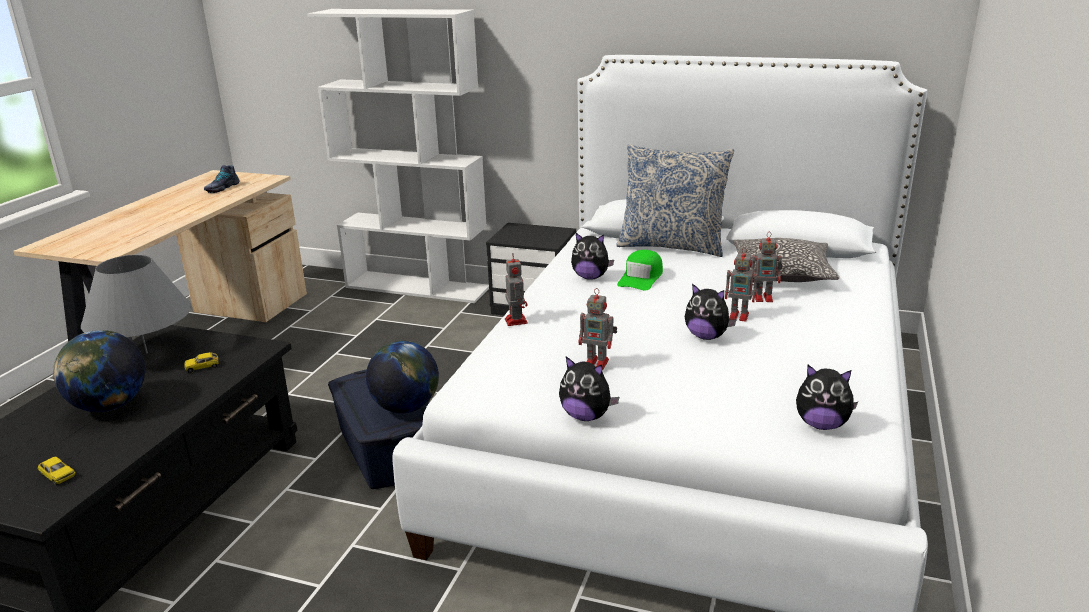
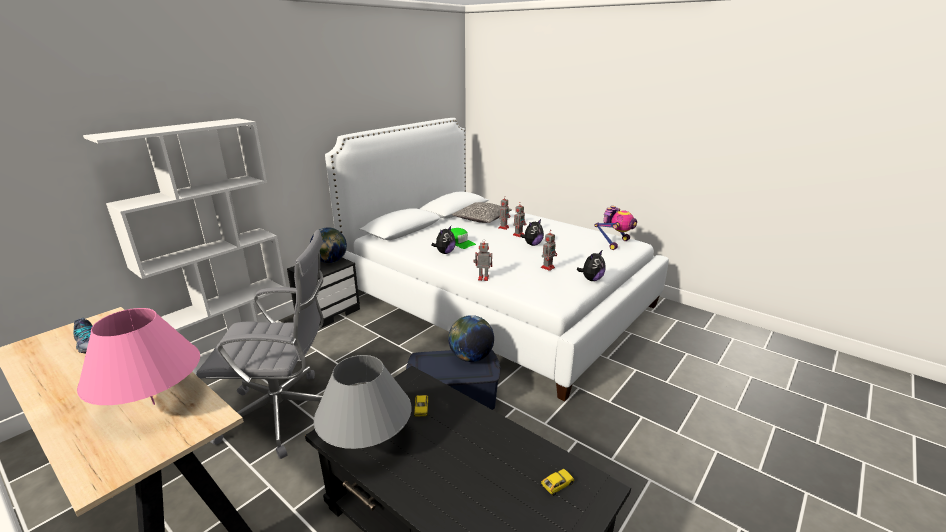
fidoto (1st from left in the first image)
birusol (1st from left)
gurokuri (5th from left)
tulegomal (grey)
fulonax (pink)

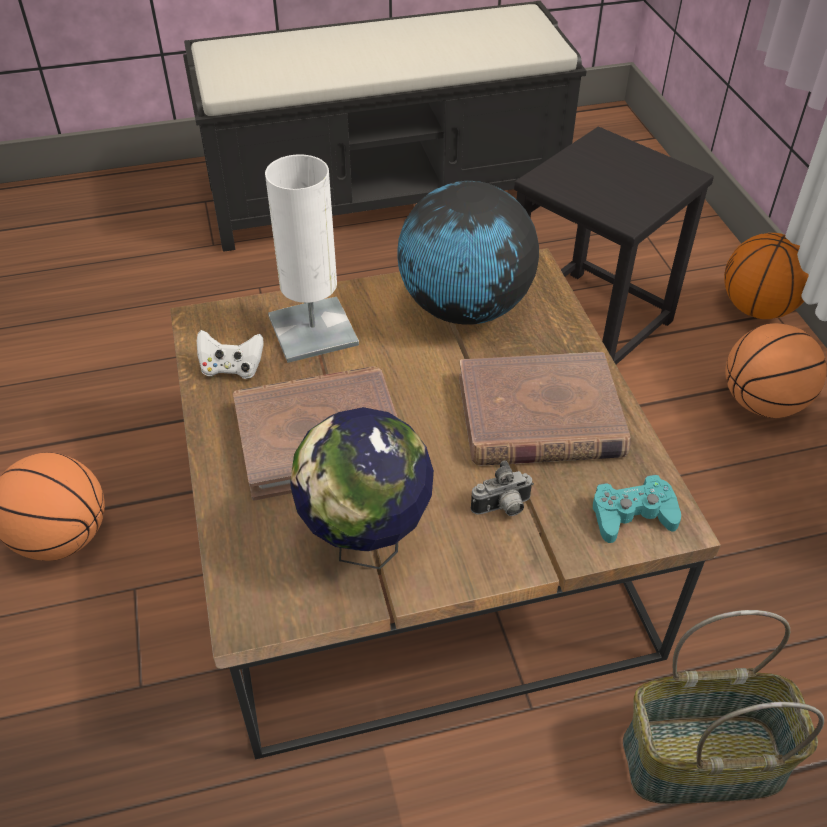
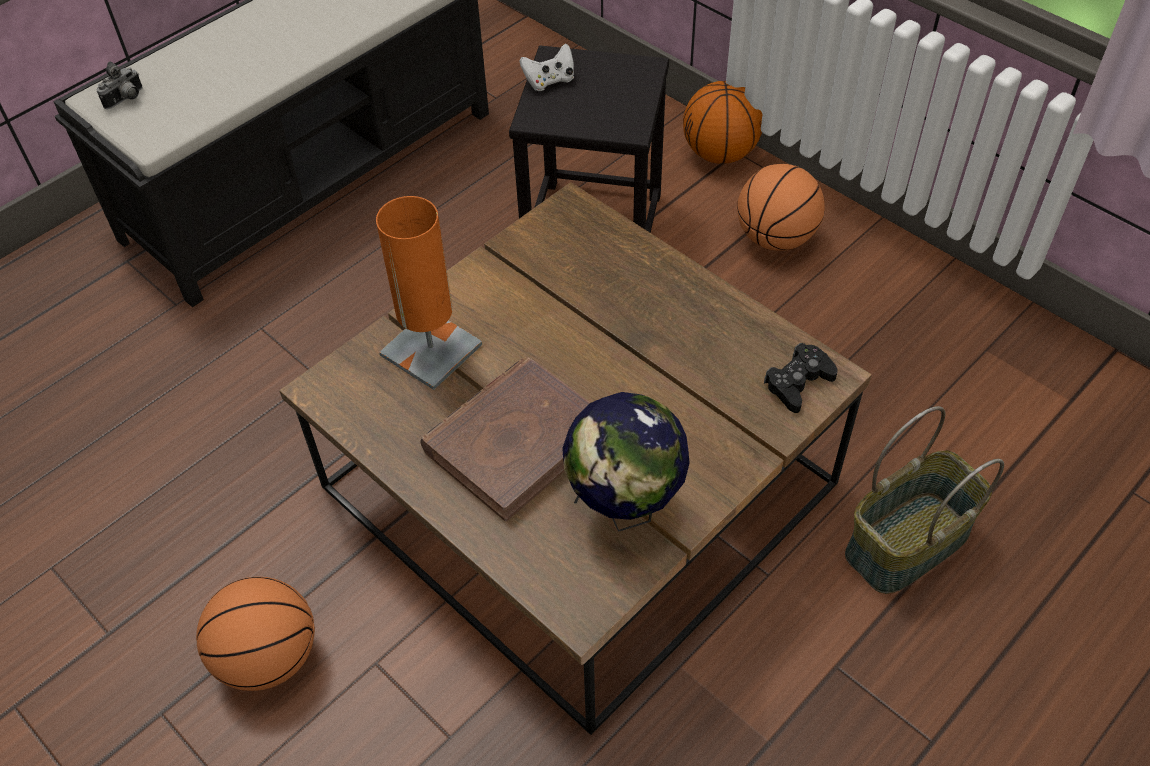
fulonax (orange)
birusol (2nd from left in the first image)
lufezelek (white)
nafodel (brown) (2nd from left in the first image)
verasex
lufezelek (black)

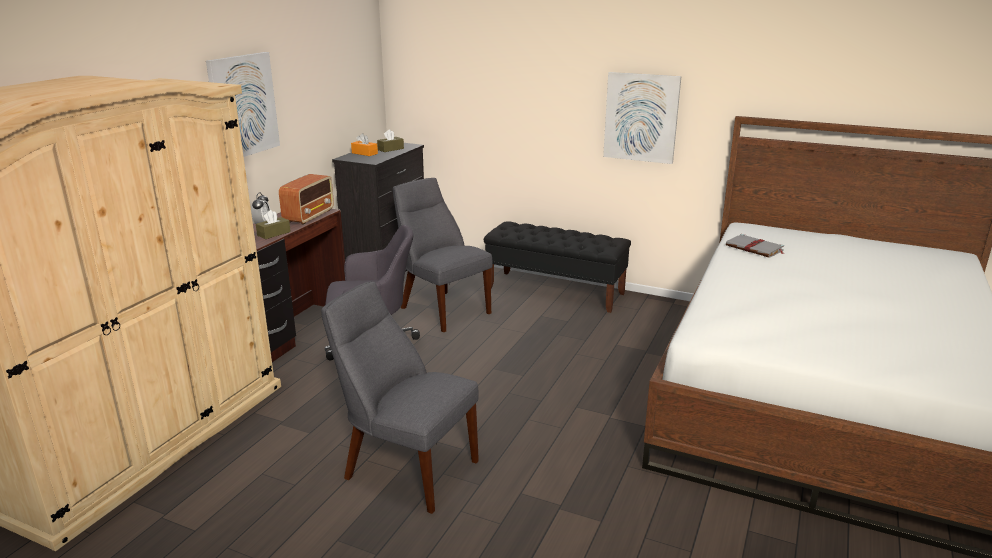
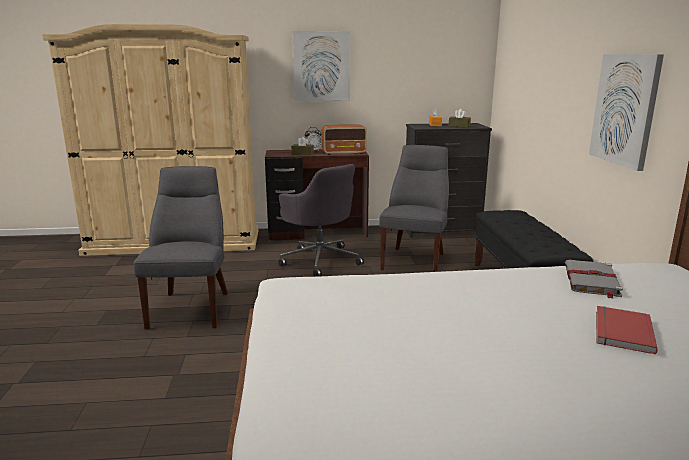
nafodel (red)

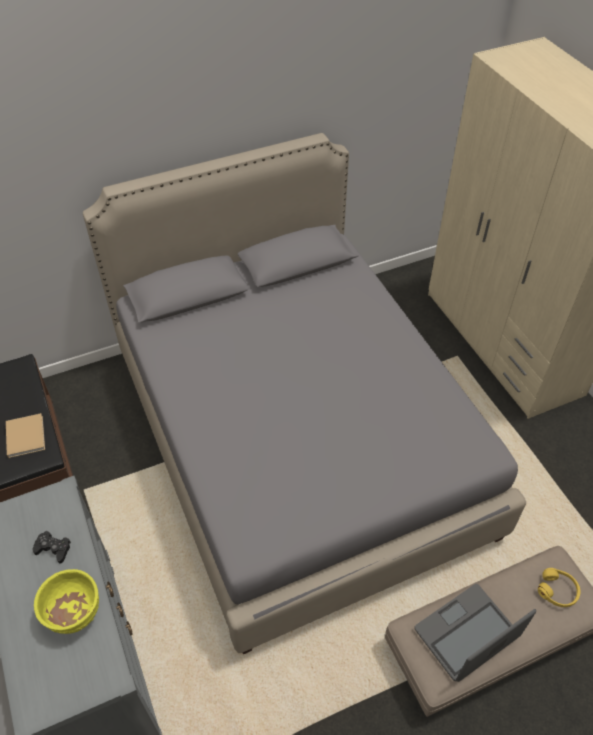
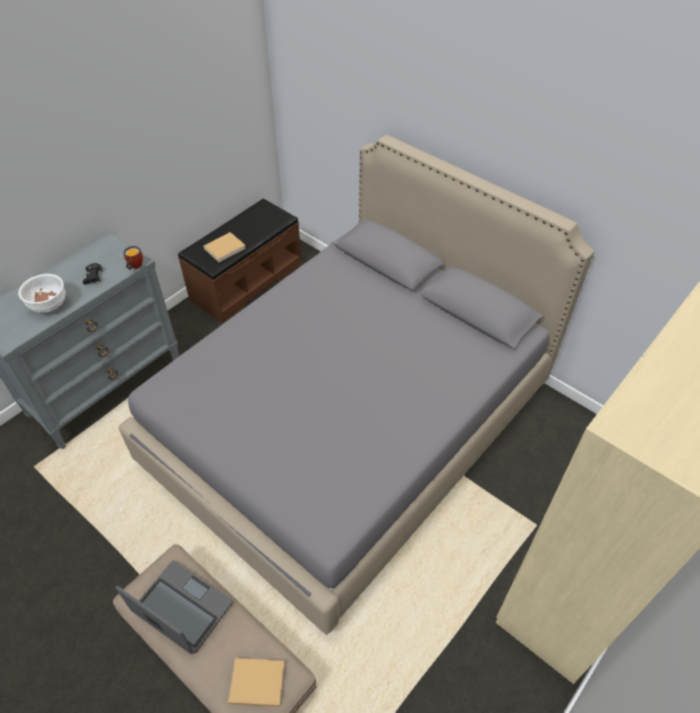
nafodel (beige) (2nd from left)
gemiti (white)
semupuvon

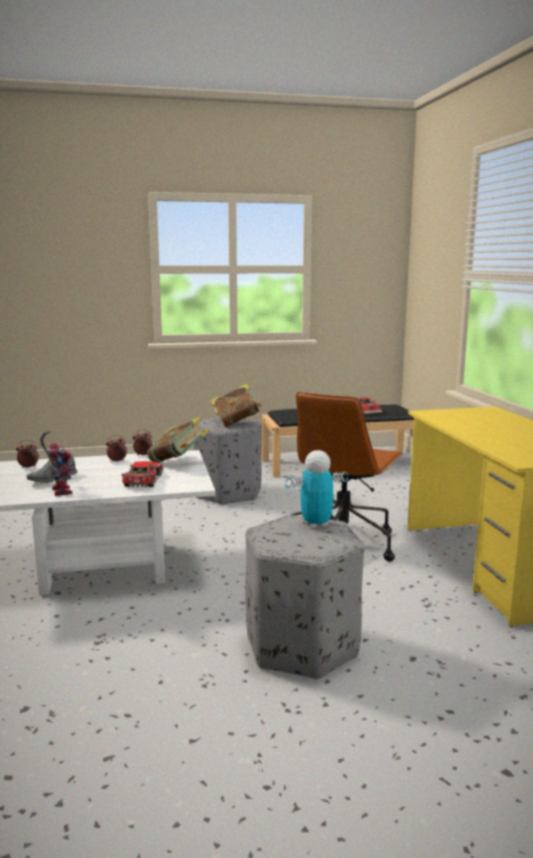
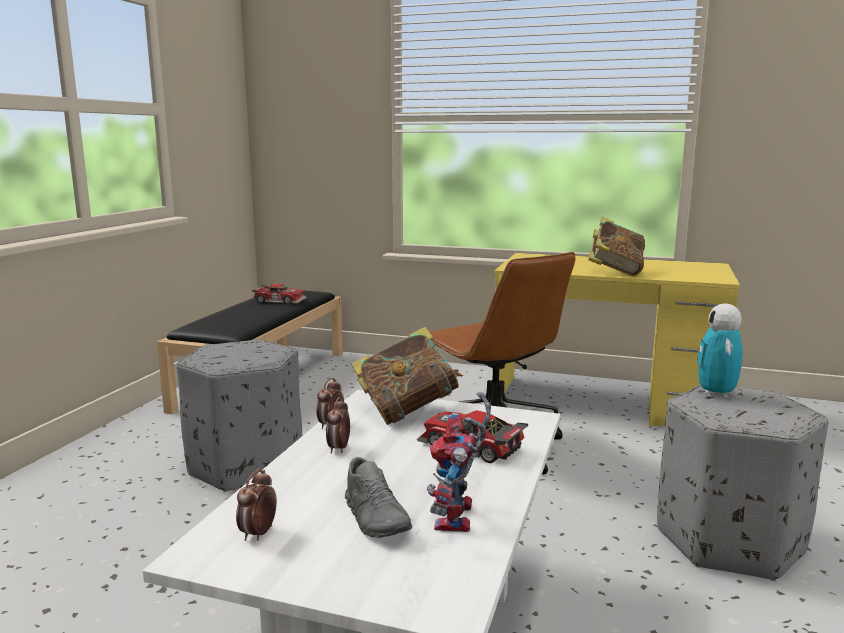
nafodel (2nd from left)
gurokuri (1st from left)

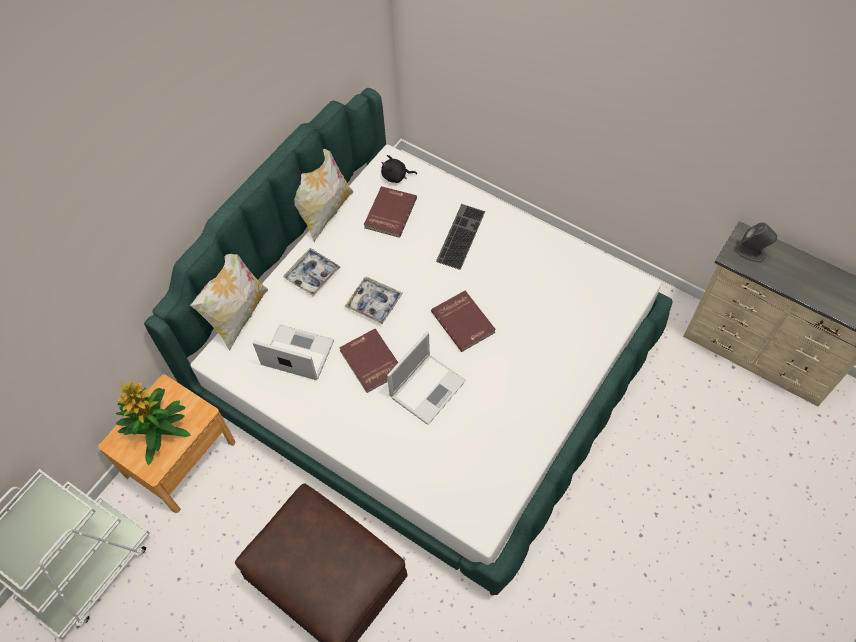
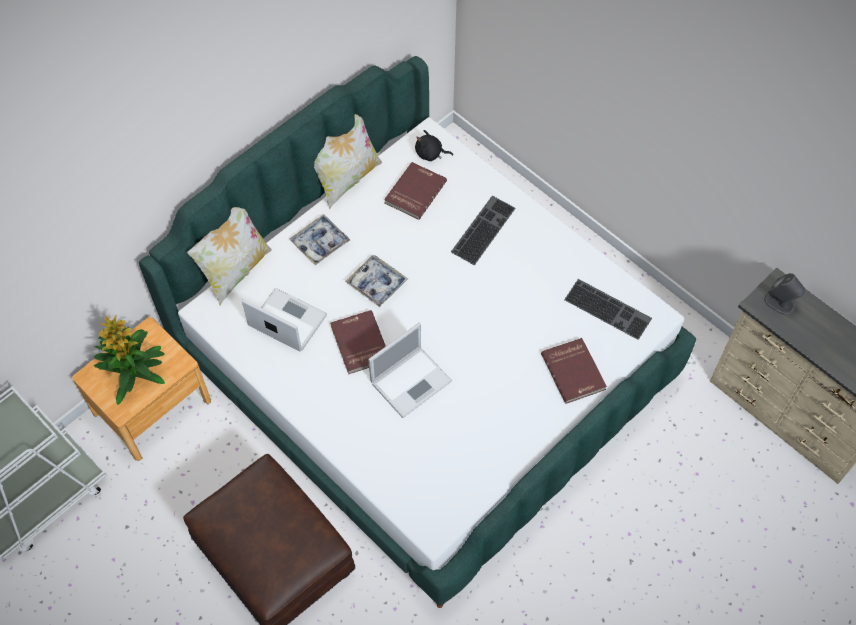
nafodel (red) (3rd from left)
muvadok (2nd from left)

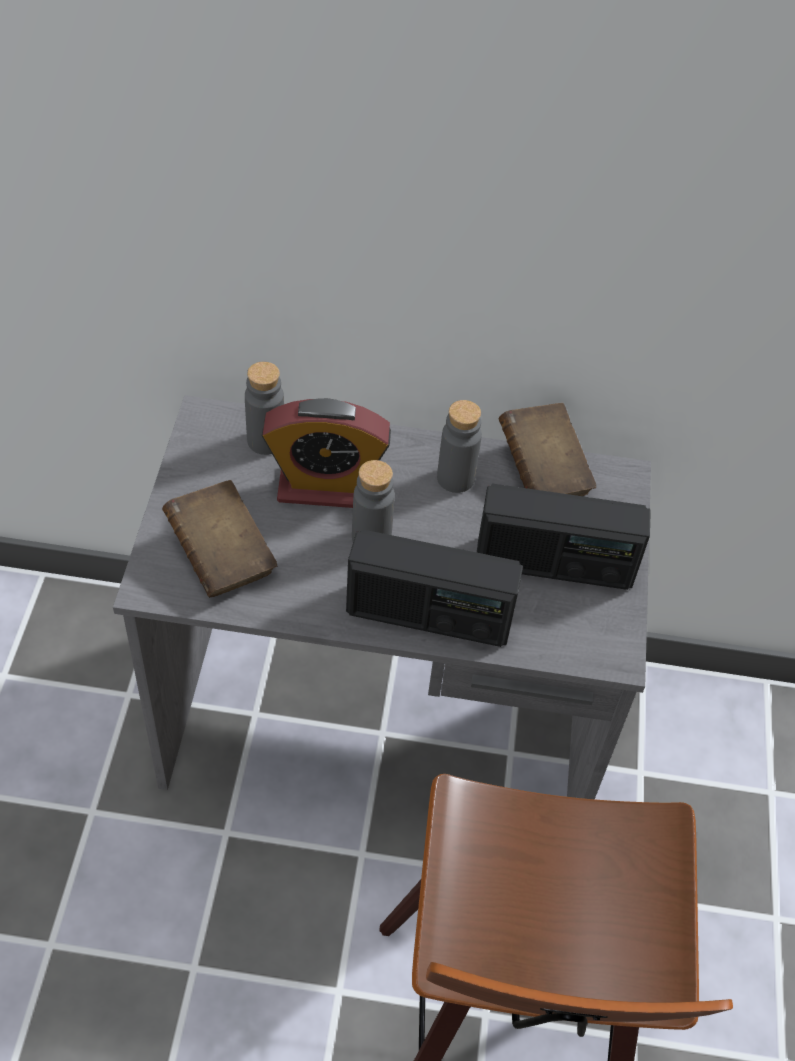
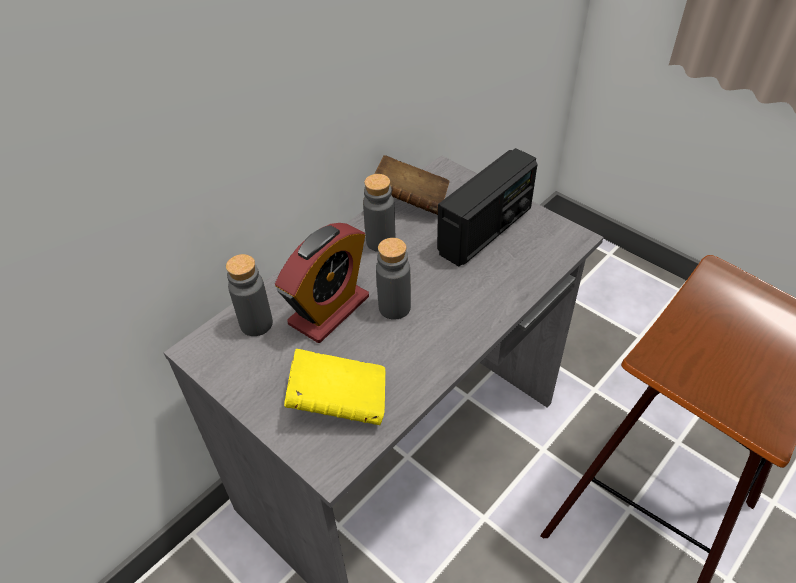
nafodel (yellow)
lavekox (1st from left in the first image)

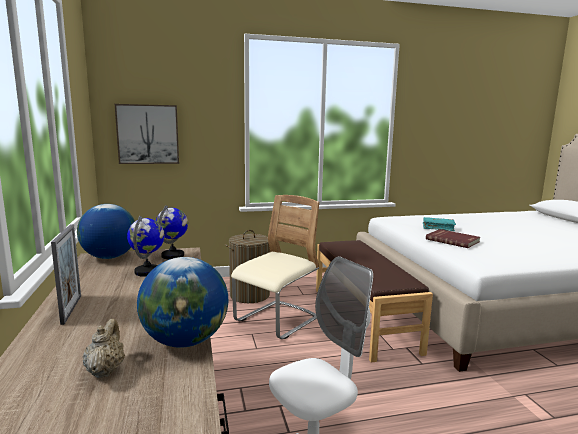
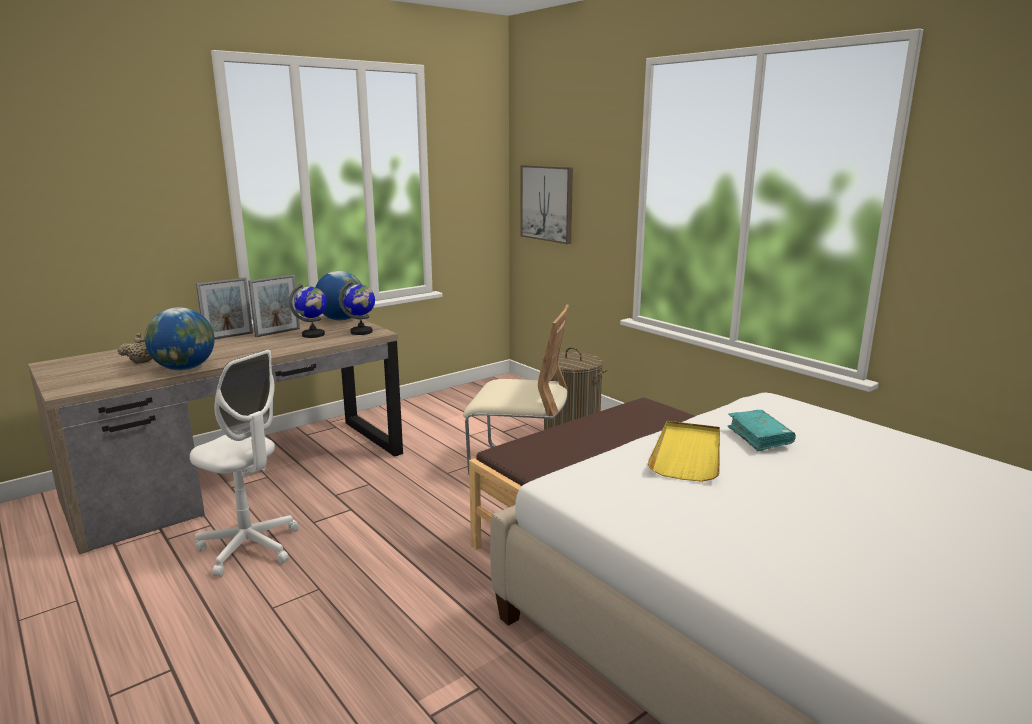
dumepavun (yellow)
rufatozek (2nd from left)

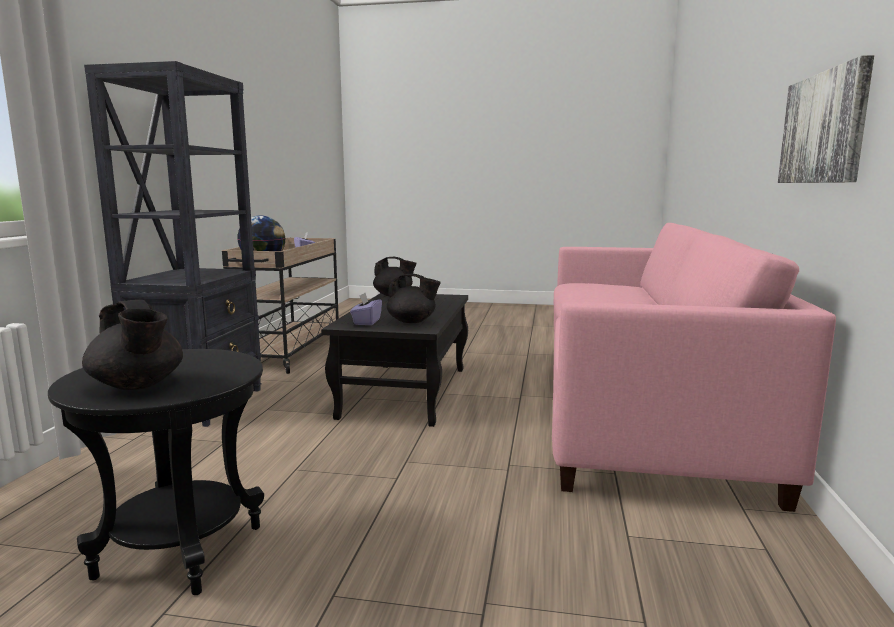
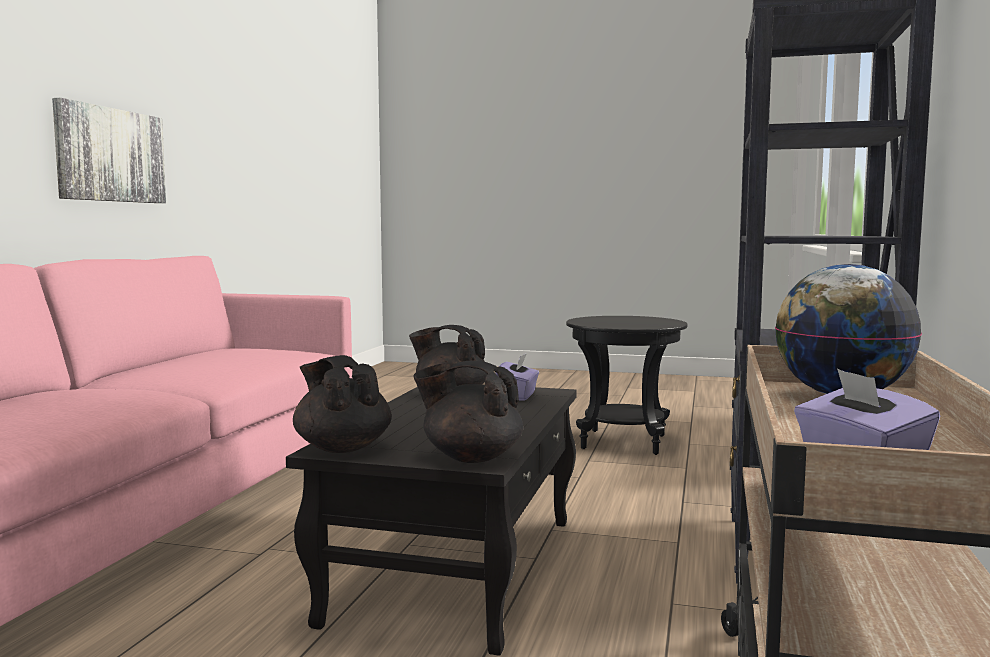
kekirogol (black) (1st from left)

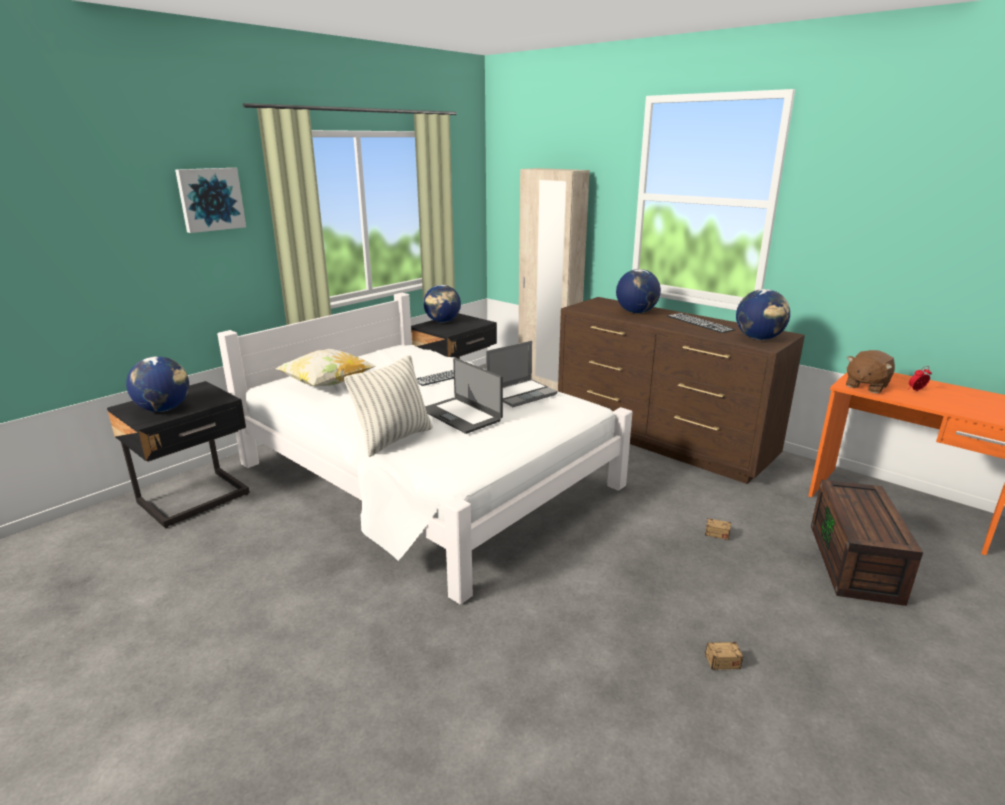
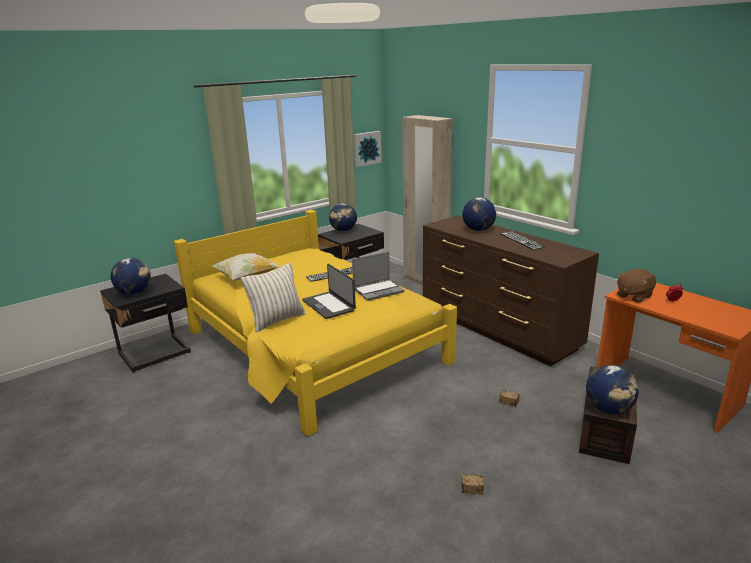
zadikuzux
birusol (4th from left)
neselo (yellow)

